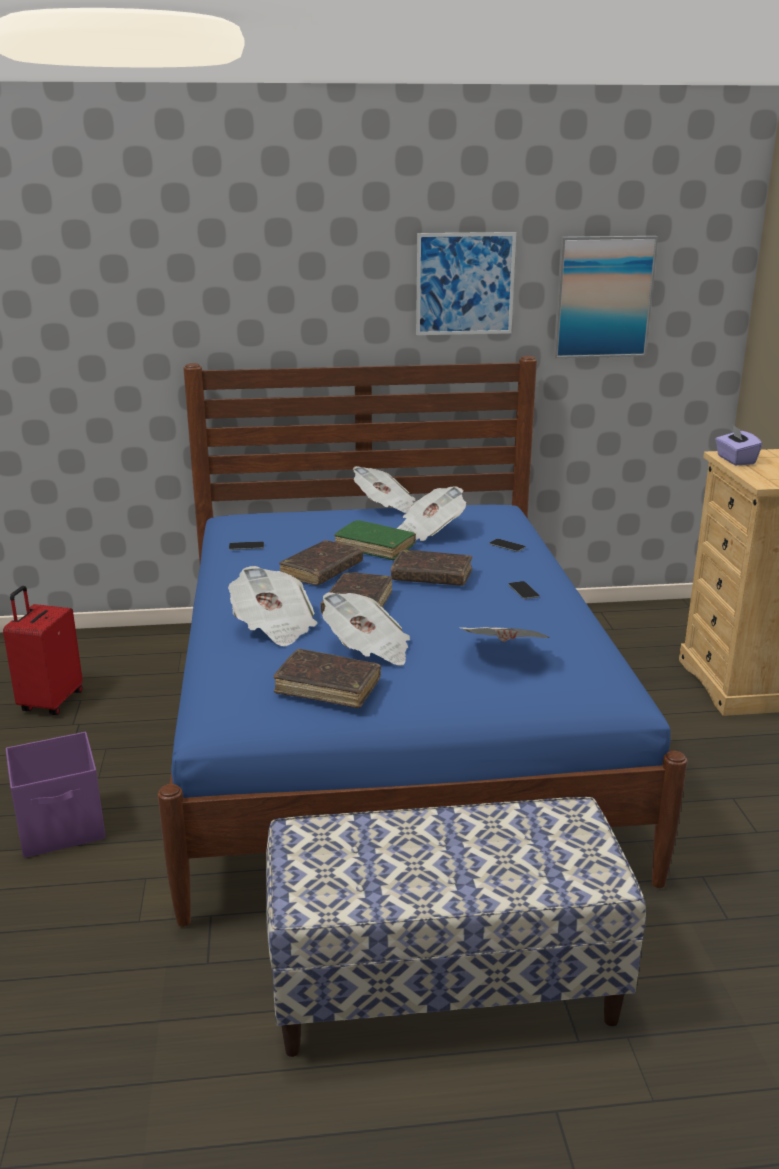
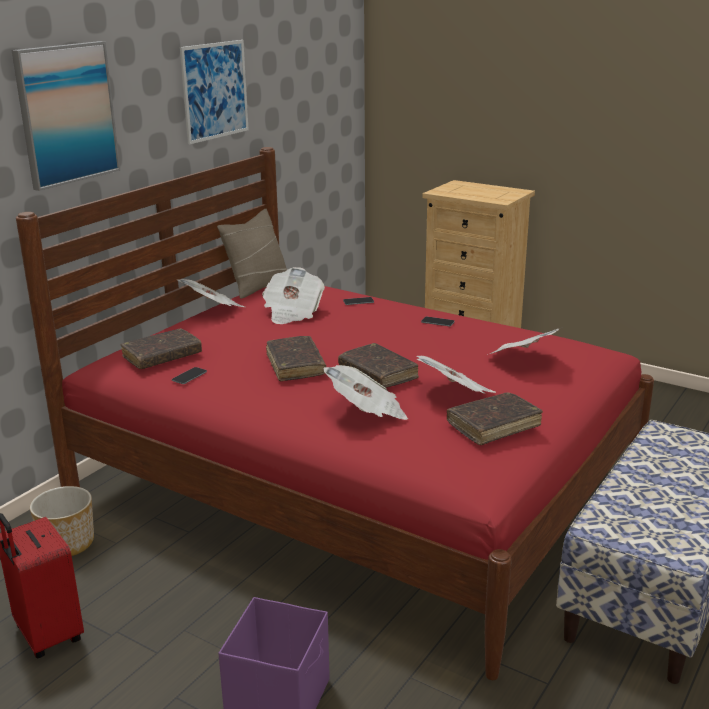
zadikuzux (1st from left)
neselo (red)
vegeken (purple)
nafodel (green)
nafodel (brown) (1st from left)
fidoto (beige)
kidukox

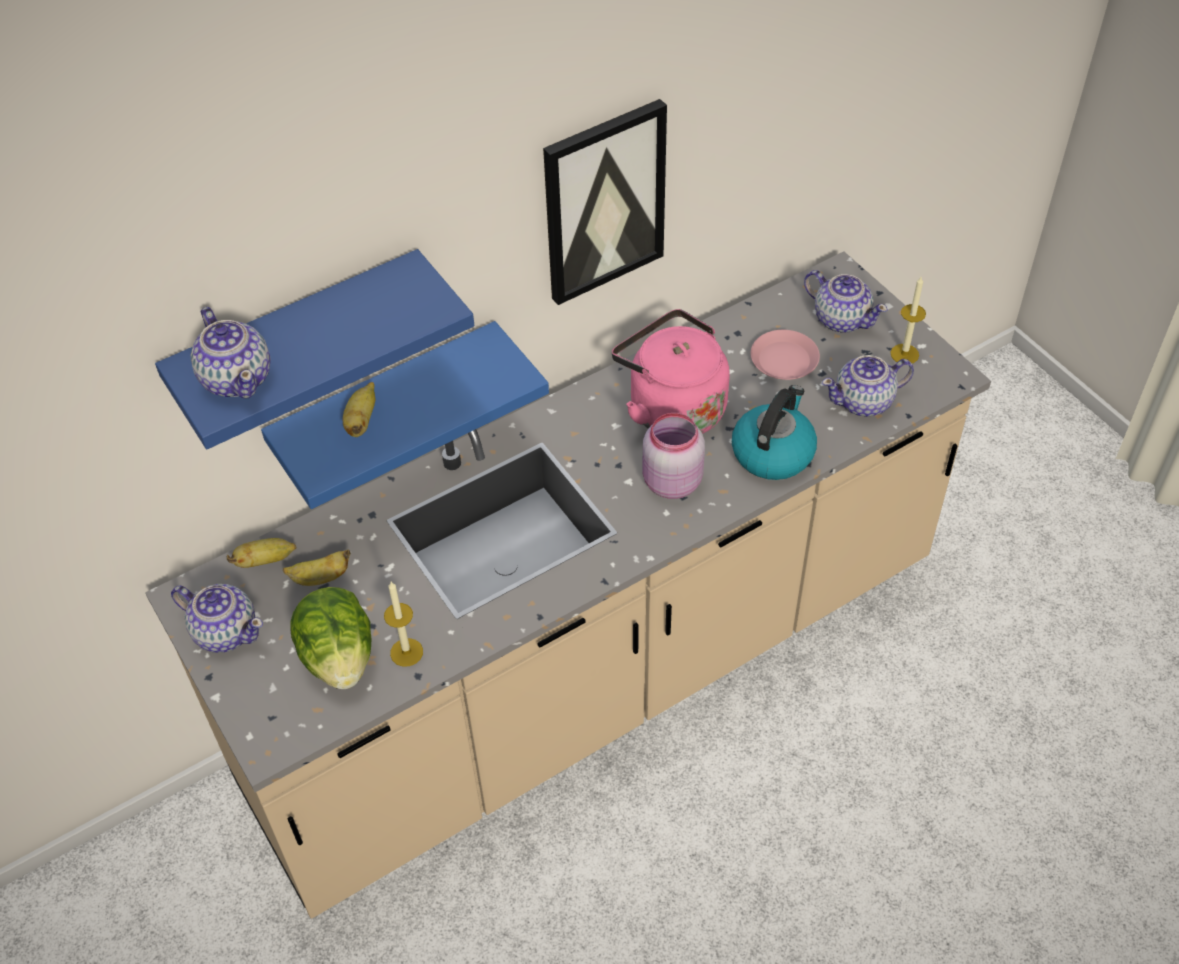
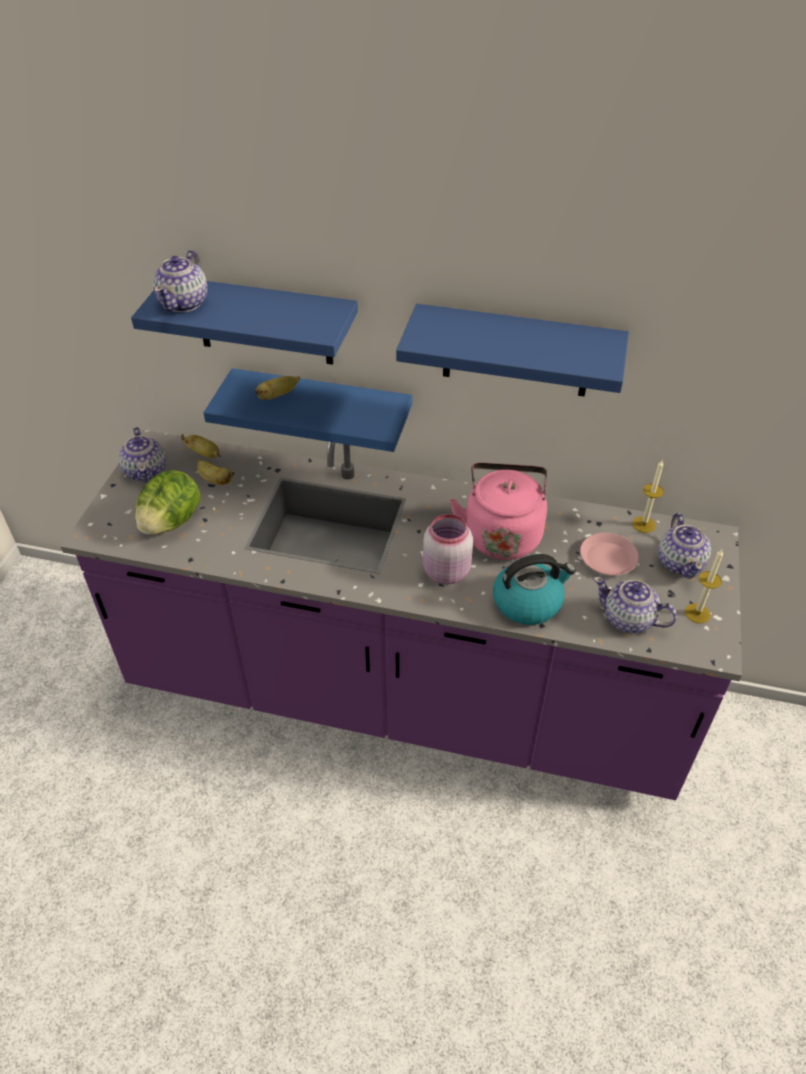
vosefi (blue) (3rd from left)
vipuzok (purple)
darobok (1st from left)

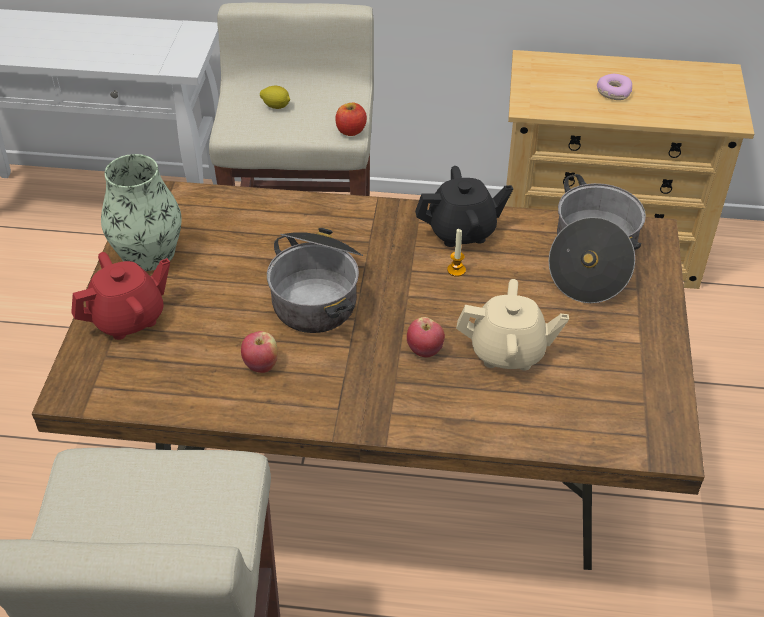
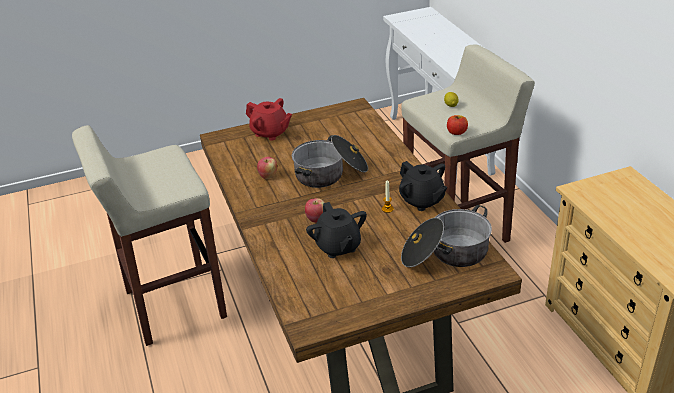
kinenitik
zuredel
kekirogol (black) (1st from left)

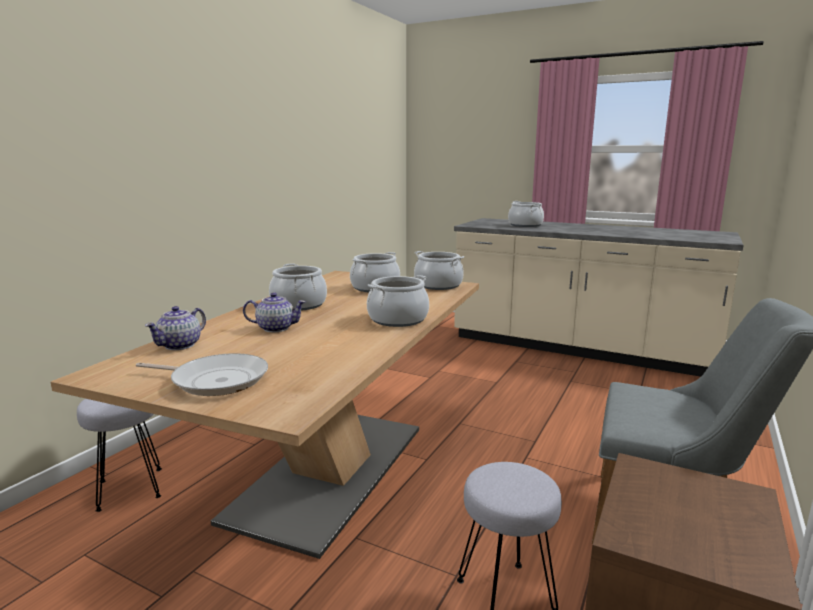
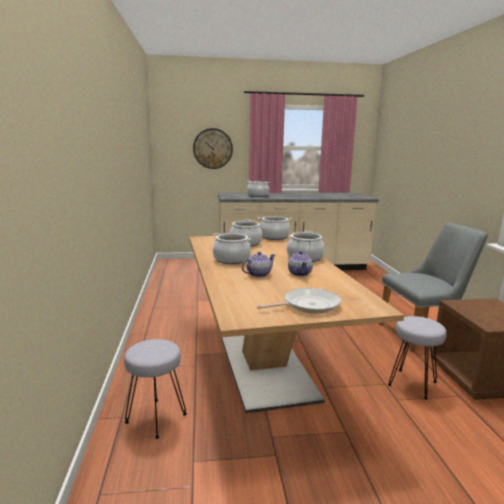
kekirogol (2nd from left)
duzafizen

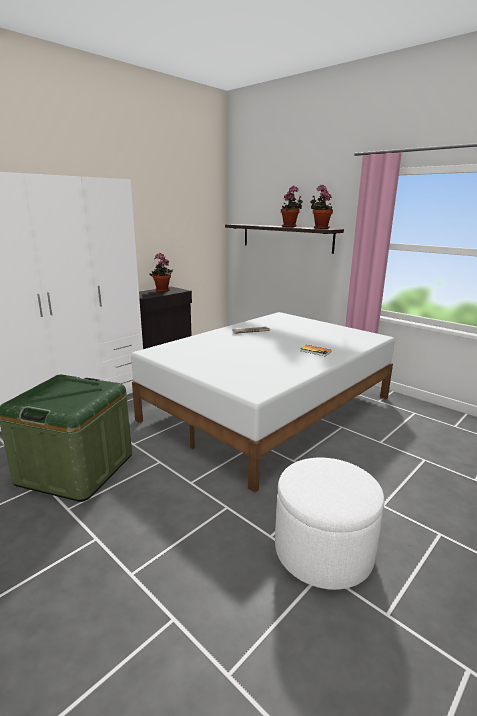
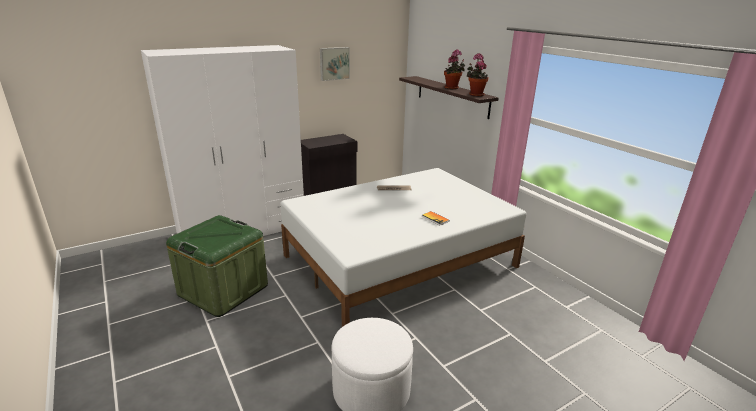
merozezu (1st from left in the first image)
zadikuzux

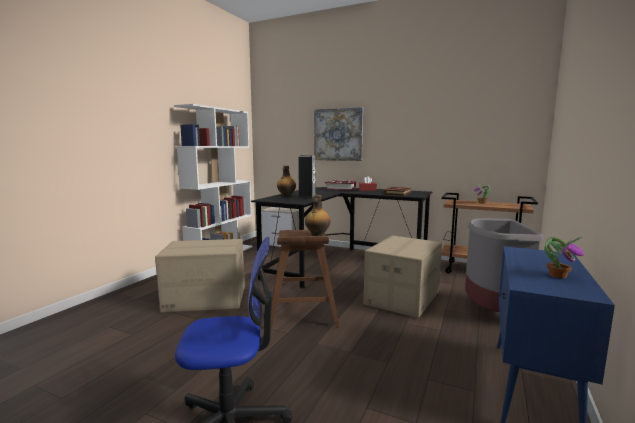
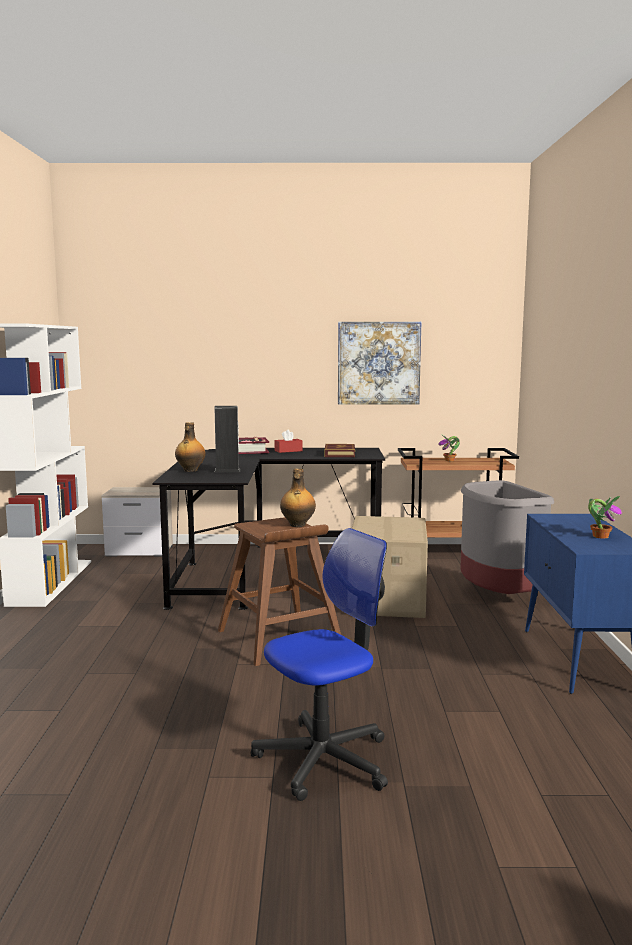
zadikuzux
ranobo (1st from left in the first image)

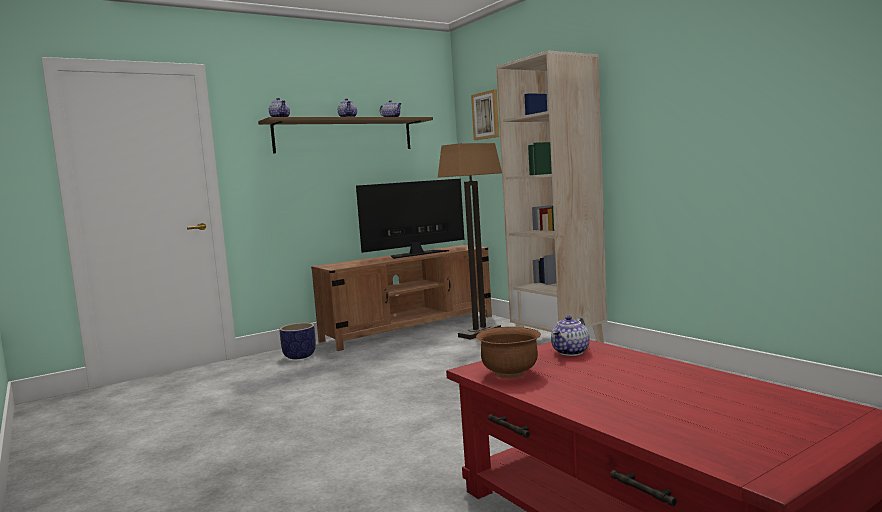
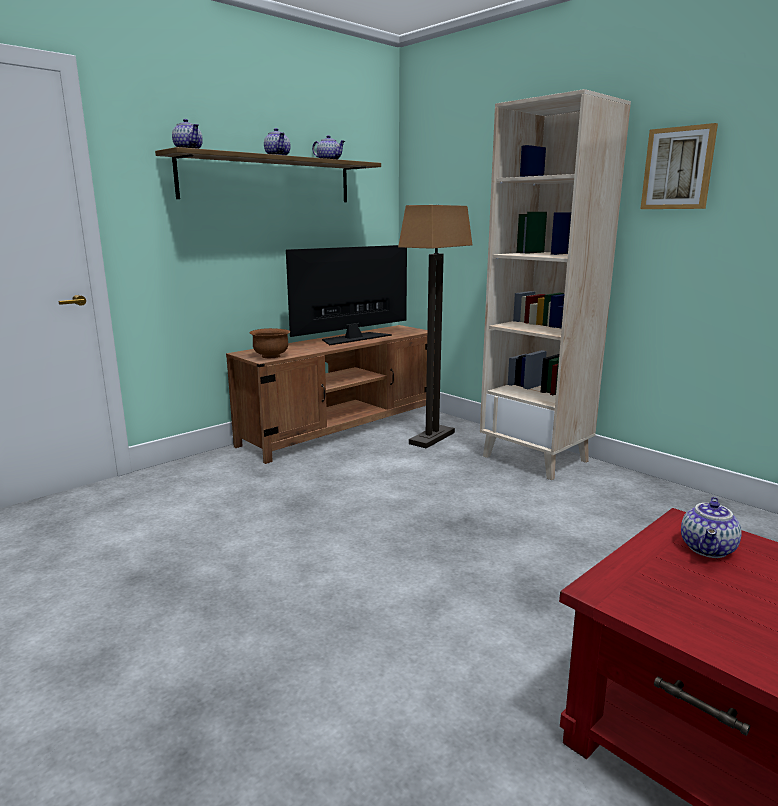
zadikuzux
kidukox
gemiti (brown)

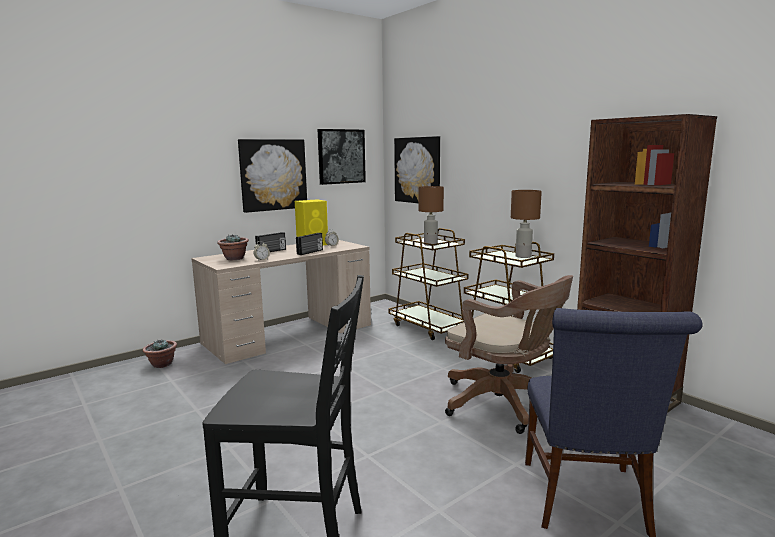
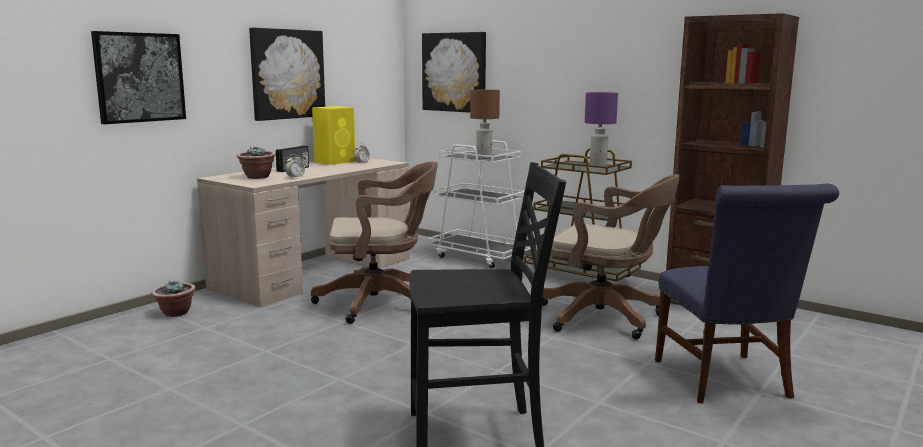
zadikuzux (1st from left)
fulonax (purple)
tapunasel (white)
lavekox (2nd from left in the first image)
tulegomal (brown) (1st from left)

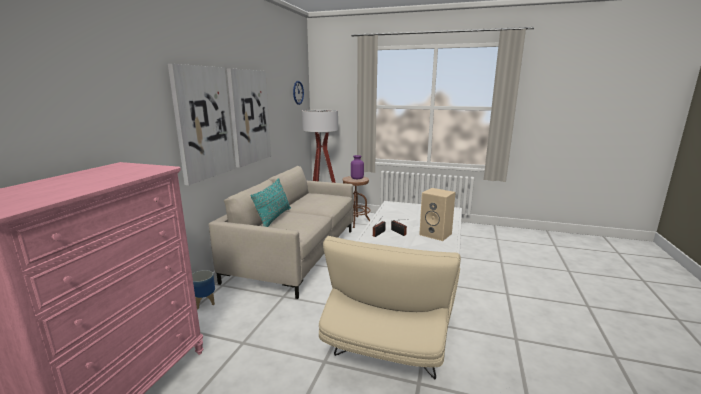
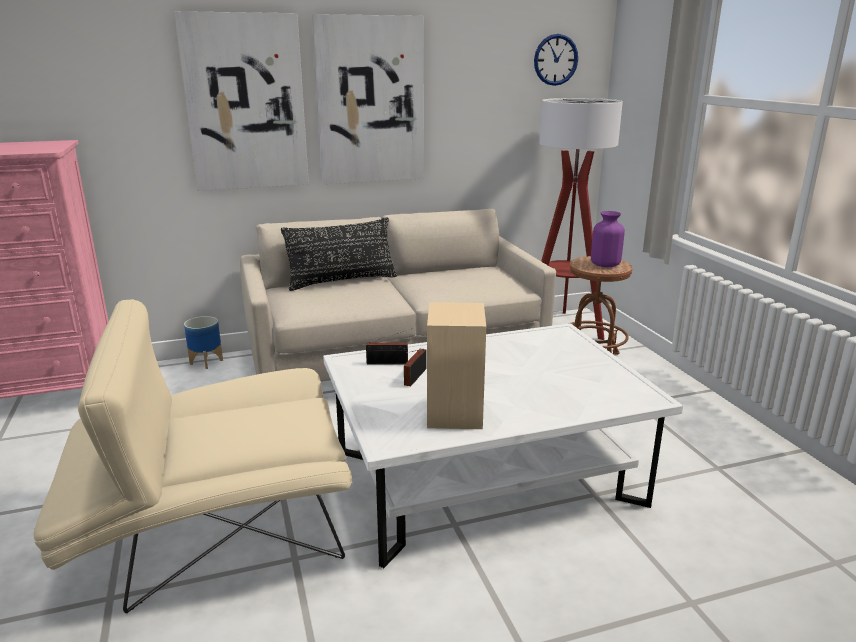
fidoto (black)

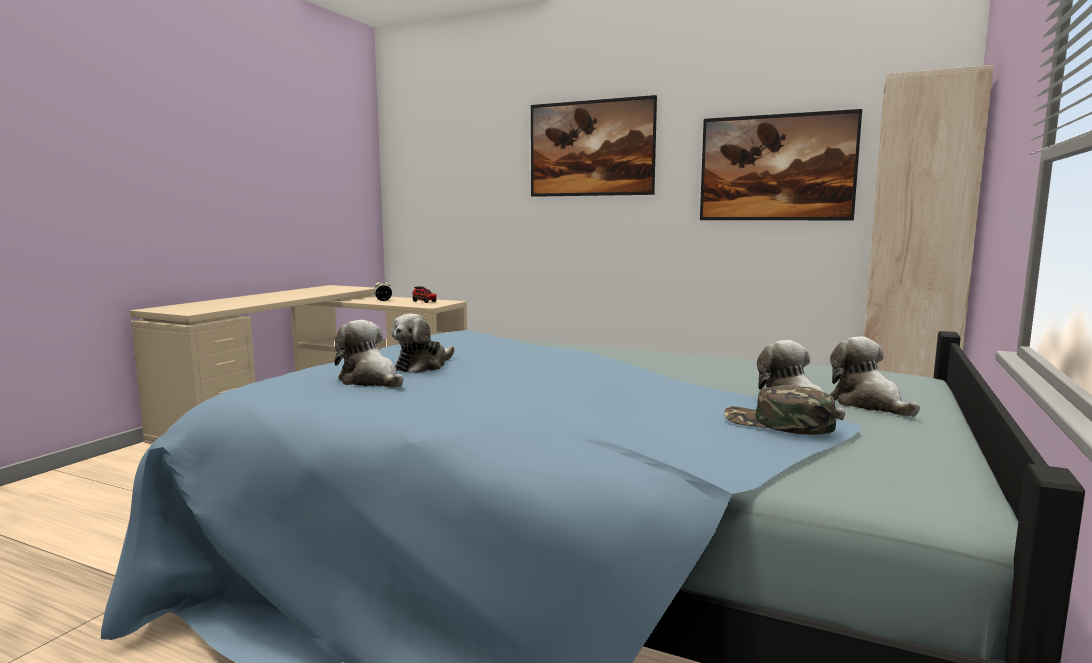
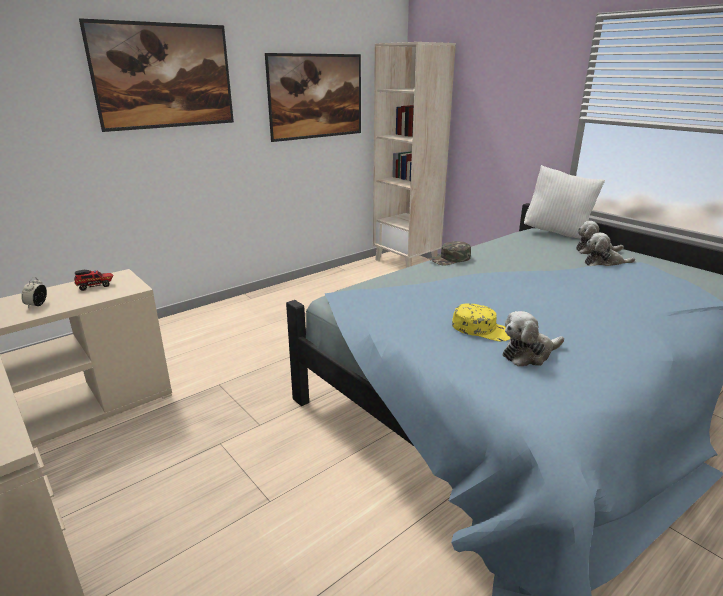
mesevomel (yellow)
mesevomel (green)
fidoto (white)

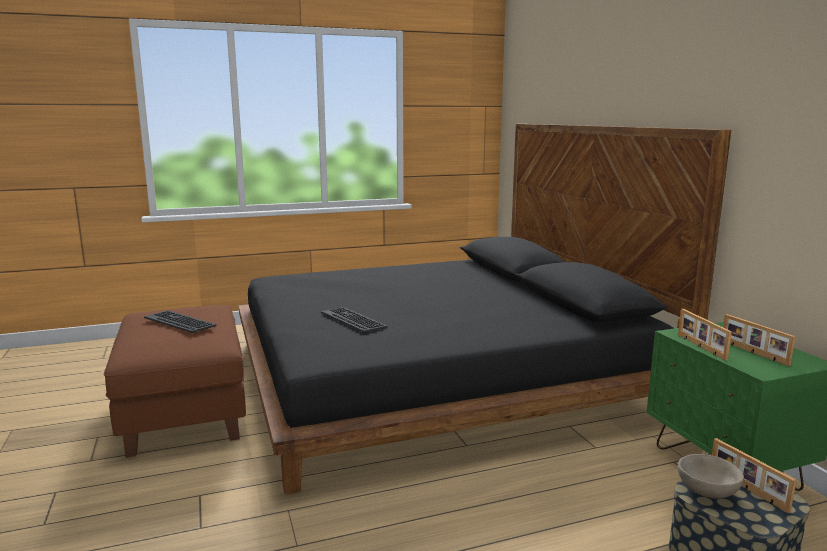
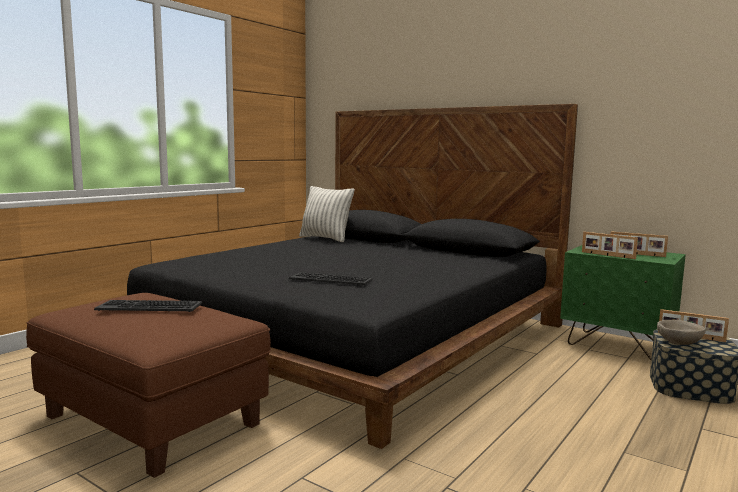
fidoto

